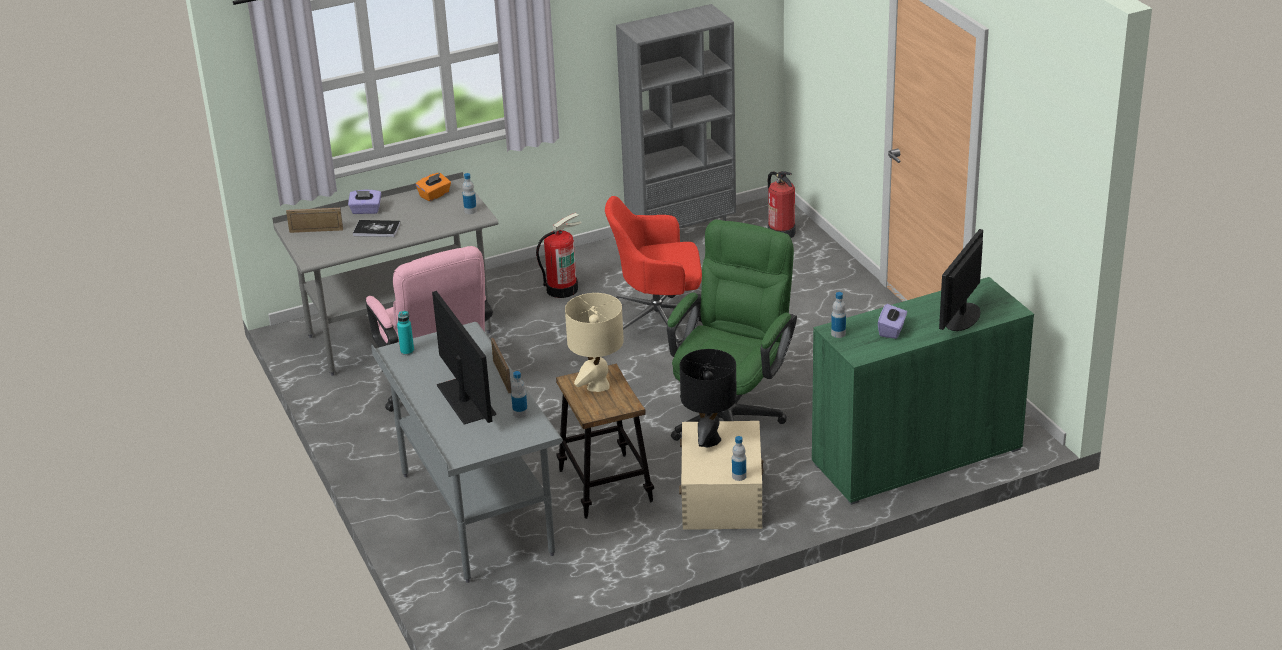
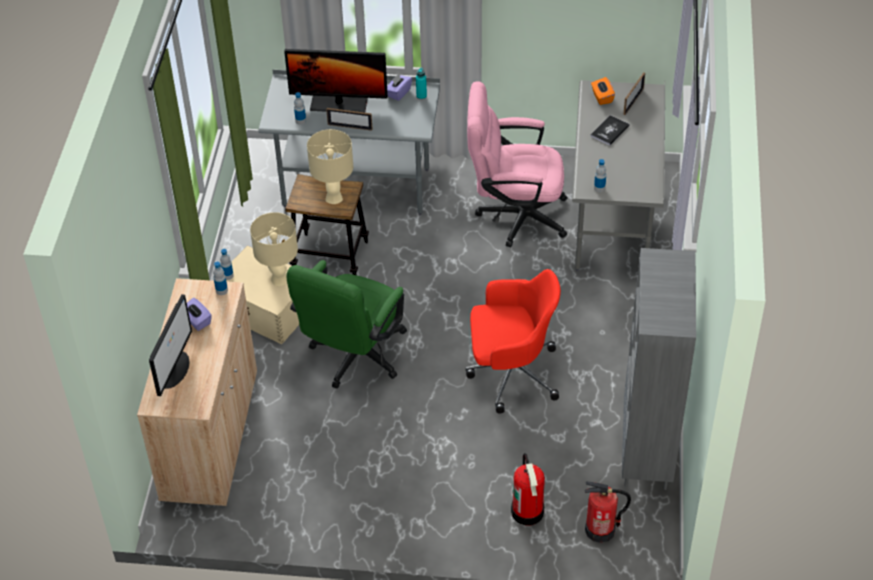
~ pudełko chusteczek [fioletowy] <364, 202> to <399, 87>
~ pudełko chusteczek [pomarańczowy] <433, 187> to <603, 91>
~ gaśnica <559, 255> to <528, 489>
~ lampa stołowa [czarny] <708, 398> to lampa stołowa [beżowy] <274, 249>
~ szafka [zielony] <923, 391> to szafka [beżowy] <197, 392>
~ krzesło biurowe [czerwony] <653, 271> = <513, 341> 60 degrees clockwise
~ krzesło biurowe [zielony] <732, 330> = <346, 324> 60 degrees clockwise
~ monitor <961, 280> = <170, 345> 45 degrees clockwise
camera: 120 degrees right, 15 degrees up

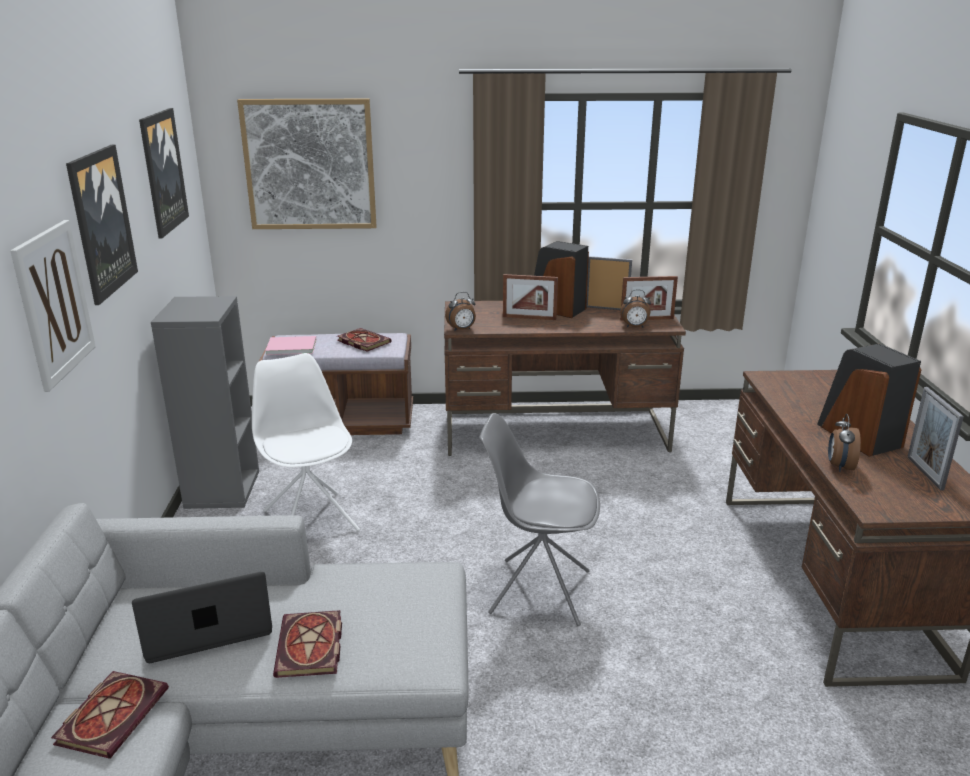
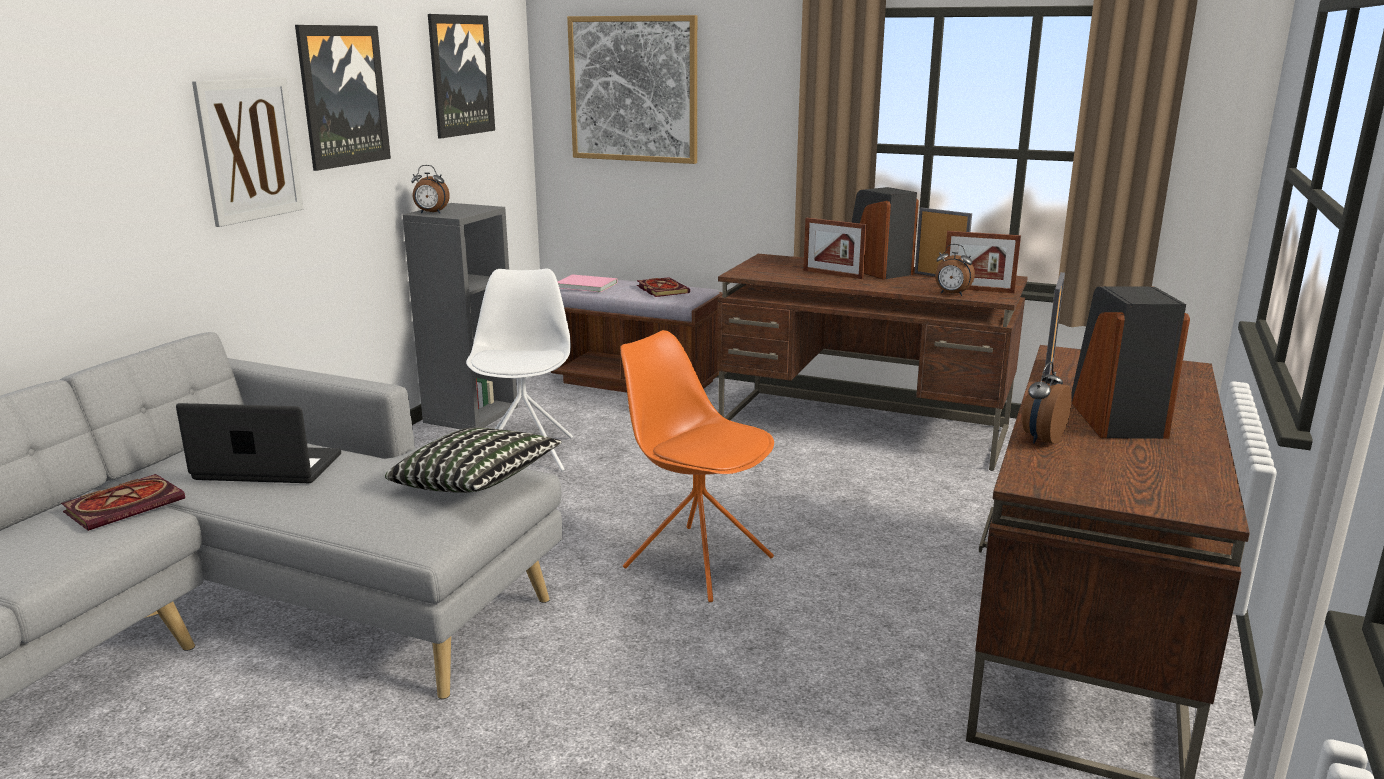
- książka <307, 644>
+ poduszka <473, 460>
~ budzik <460, 311> to <430, 189>
~ ramka na zdjęcie <935, 438> to <1054, 323>
~ krzesło [szary] <539, 519> to krzesło [pomarańczowy] <697, 466>
camera: 25 degrees right, 5 degrees down

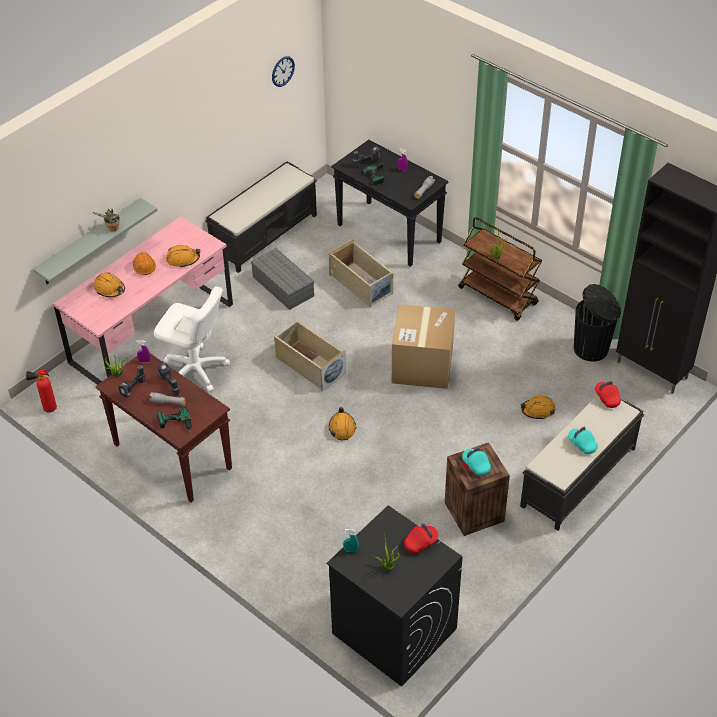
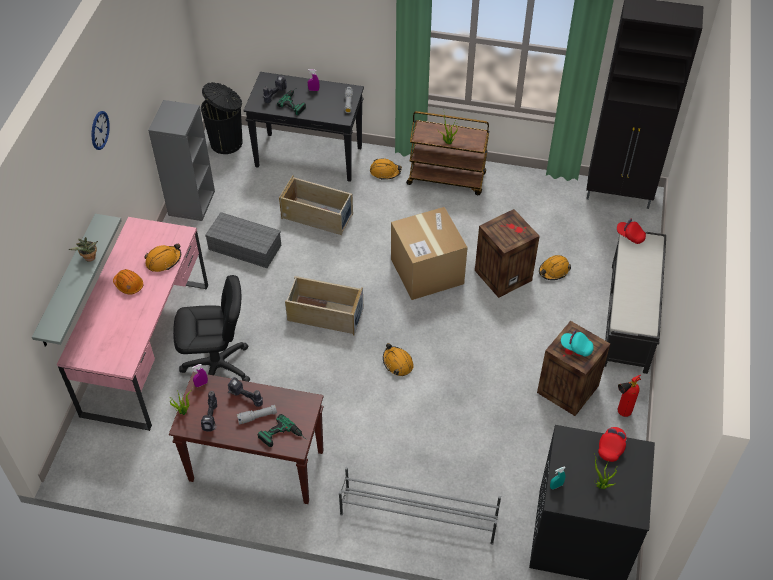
- czapka z daszkiem [turkusowy] <583, 440>
+ regał na buty [szary] <420, 506>
+ skrzynka <507, 253>
~ gaśnica <41, 391> to <629, 396>
~ kask [pomarańczowy] <109, 284> to <386, 169>
~ zegar ścienny <283, 71> to <101, 130>
~ kosz na śmieci [czarny] <597, 323> to <221, 118>
~ ławka [czarny] <261, 217> to regał [szary] <181, 160>
~ krzesło biurowe [biały] <192, 339> to krzesło biurowe [czarny] <211, 328>
camera: 30 degrees left, 5 degrees up

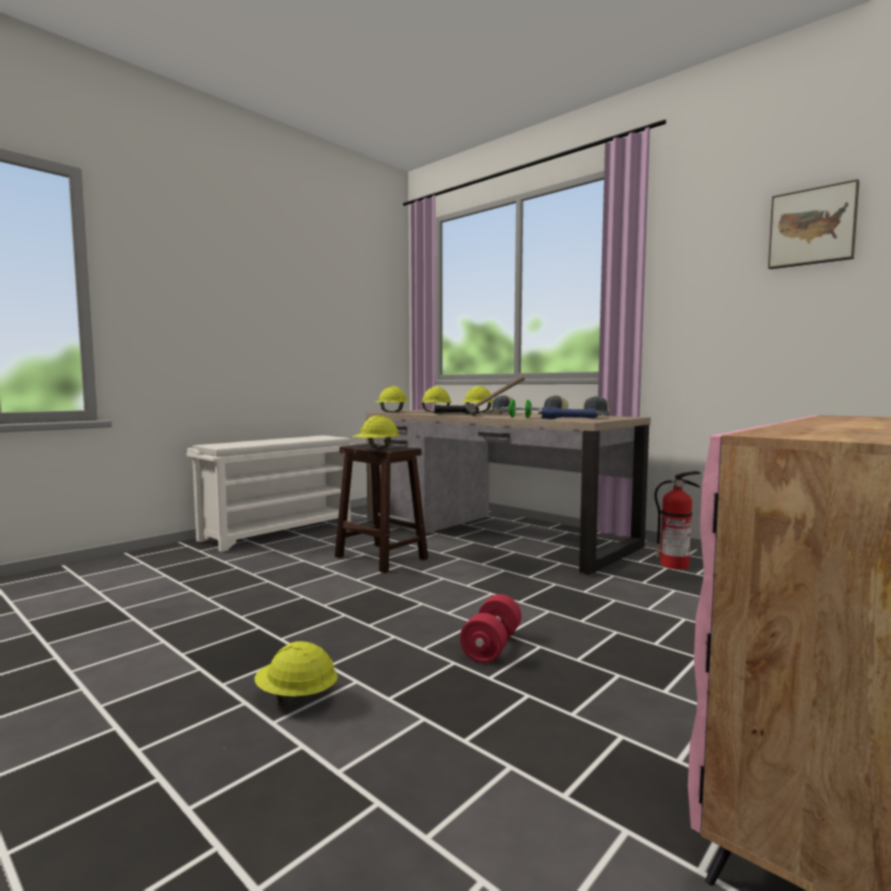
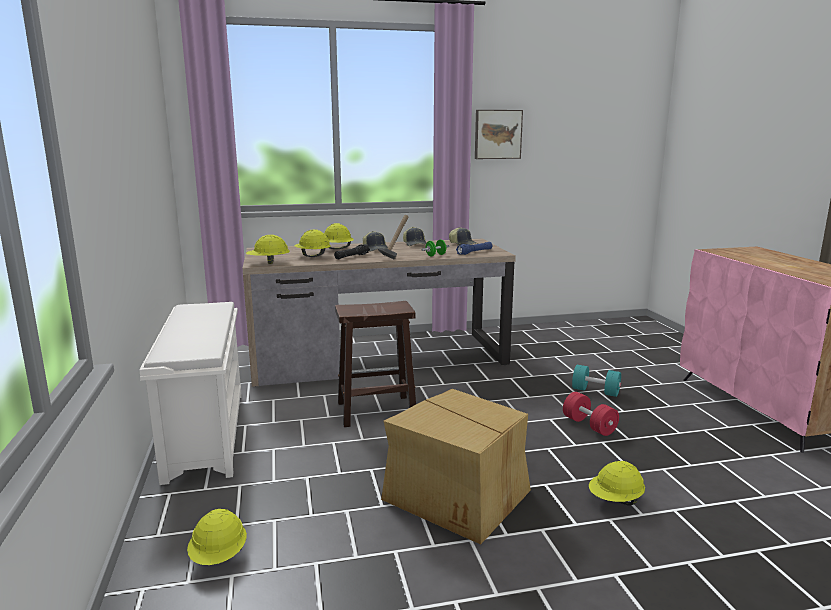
- gaśnica <677, 520>
+ karton <456, 466>
+ hantel [turkusowy] <596, 381>
~ kask [żółty] <375, 432> to <217, 537>
~ obraz <813, 224> to <499, 134>
camera: 55 degrees left, 10 degrees up

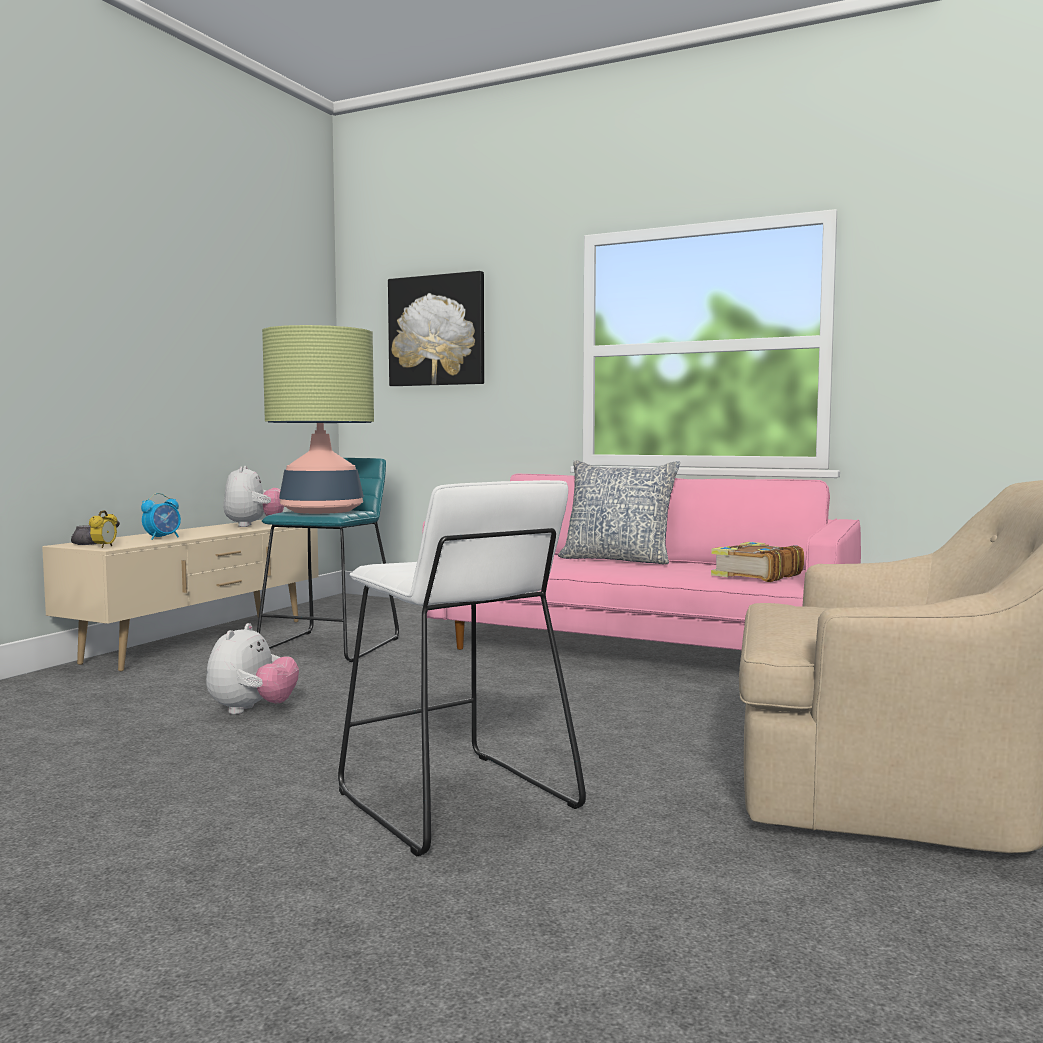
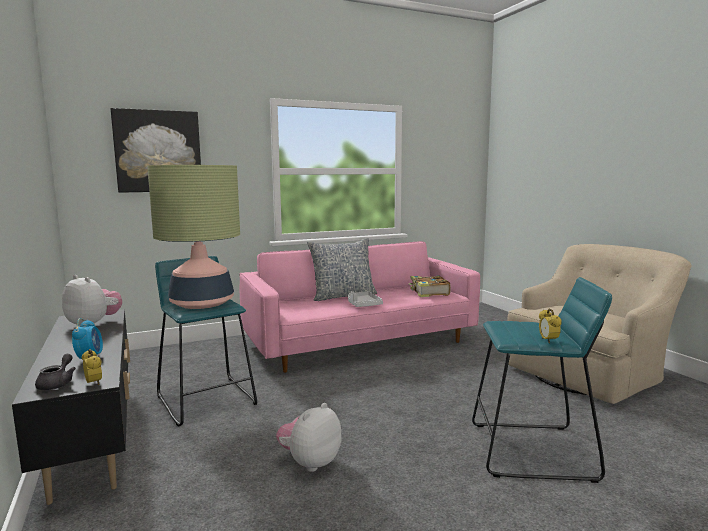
+ taca [szary] <365, 299>
+ budzik <550, 326>
~ szafka pod telewizor [beżowy] <180, 595> to szafka pod telewizor [czarny] <71, 407>
~ stołek [biały] <462, 668> to stołek [turkusowy] <542, 380>
~ pluszak <252, 668> = <308, 437> 105 degrees counterclockwise
camera: 50 degrees left, 5 degrees up

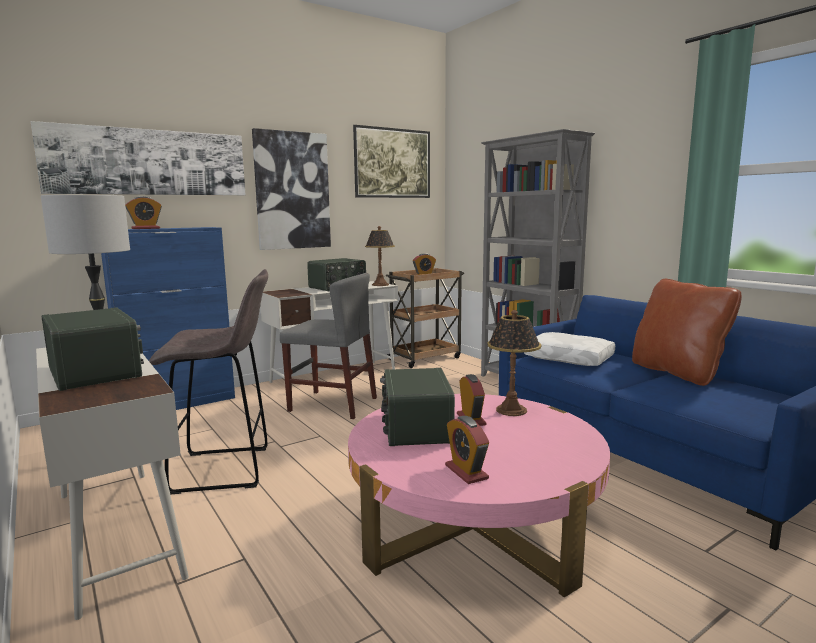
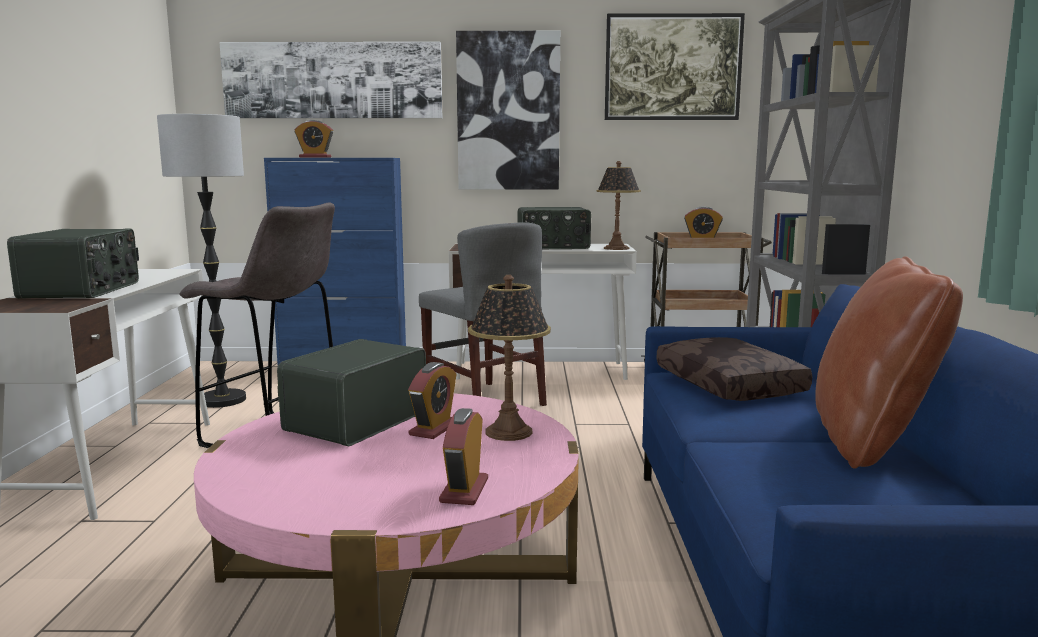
~ budzik <467, 450> to <463, 456>
~ poduszka [biały] <569, 349> to poduszka [brązowy] <734, 369>
camera: 35 degrees right, 0 degrees up

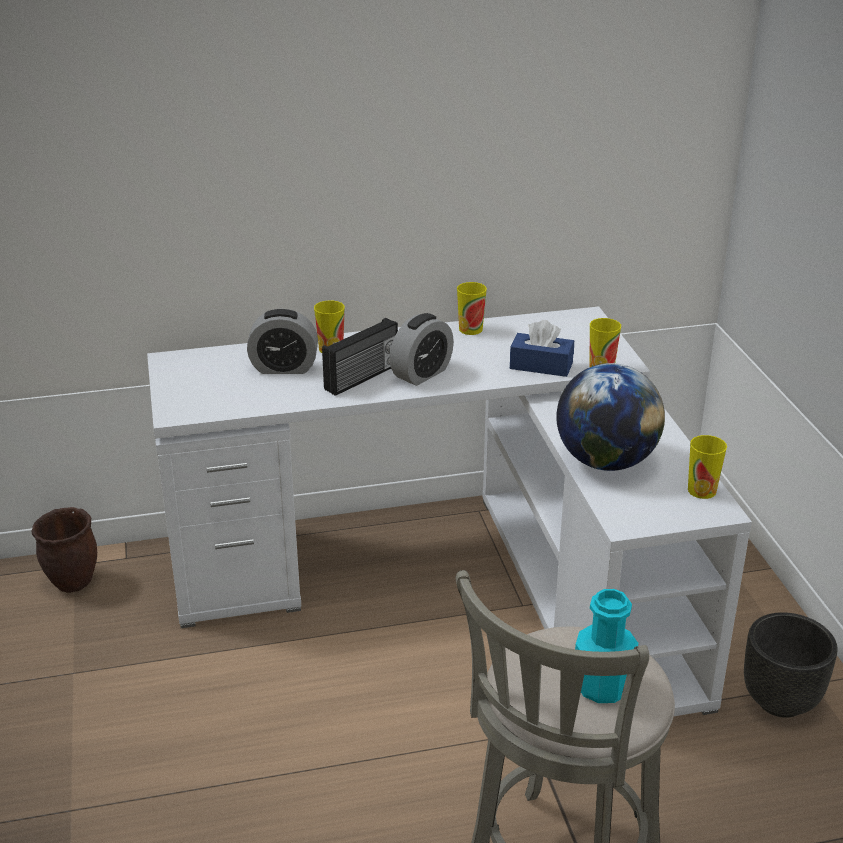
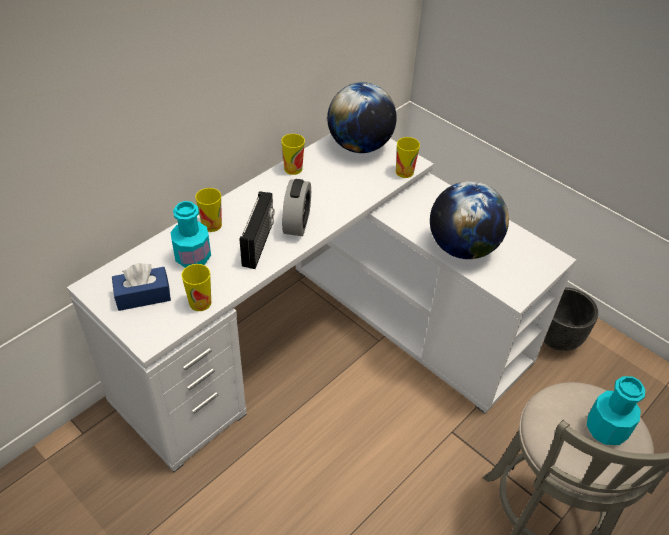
- donica [brązowy] <64, 550>
+ globus <362, 117>
~ pudełko chusteczek [niebieski] <542, 348> to <141, 287>
~ filiżanka <707, 467> to <196, 287>
~ budzik <282, 341> to butelka [turkusowy] <190, 234>
camera: 35 degrees left, 15 degrees up

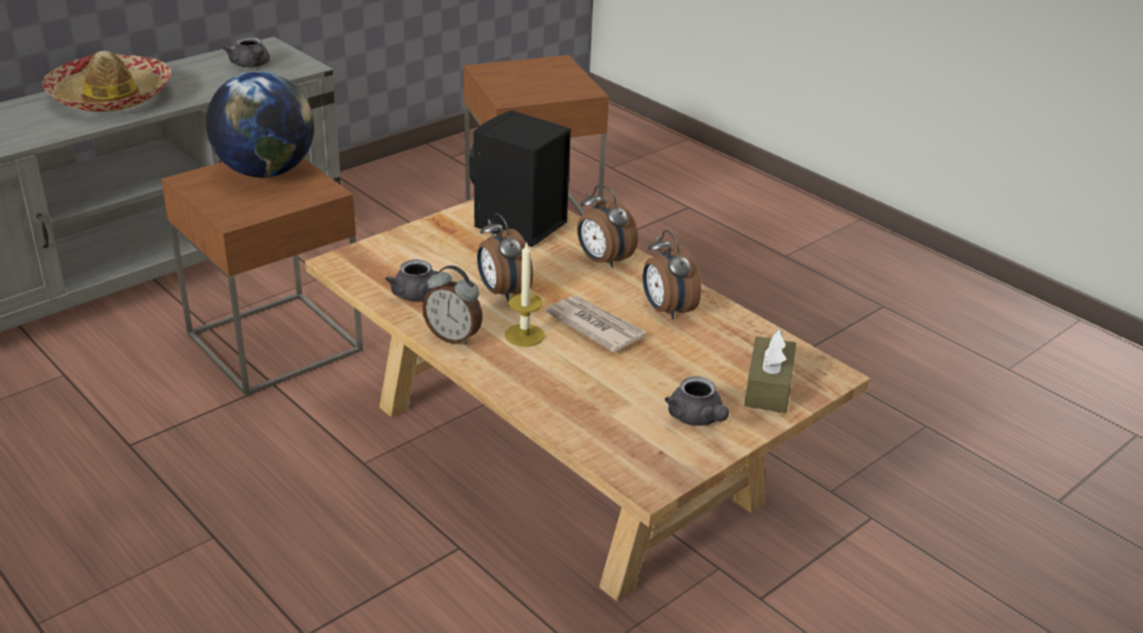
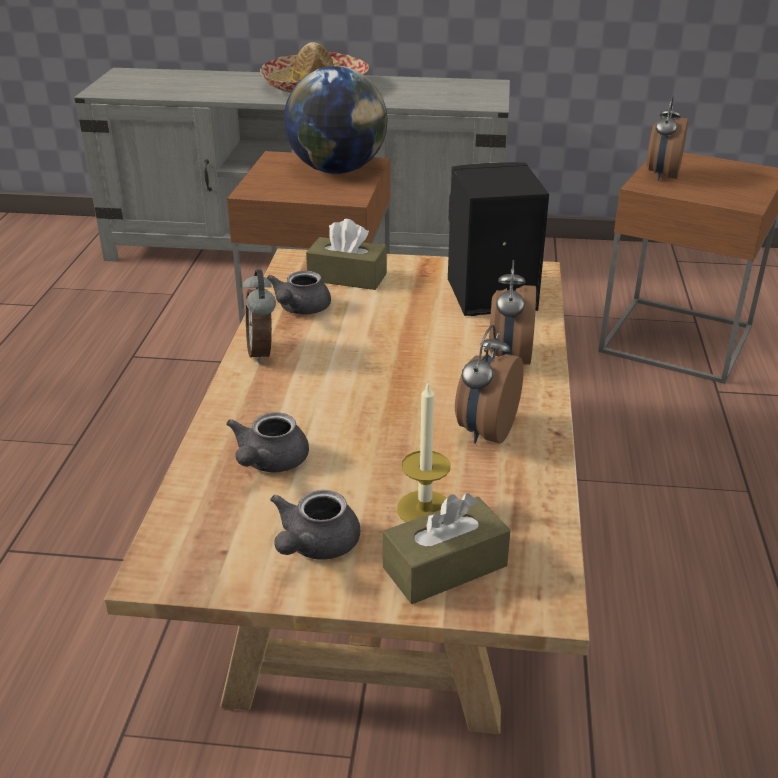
- gazeta <595, 323>
+ pudełko chusteczek [brązowy] <346, 254>
~ imbryk [szary] <246, 52> to <267, 442>
~ budzik <505, 257> to <667, 138>
~ świeca <525, 294> to <423, 452>
camera: 50 degrees right, 0 degrees up

